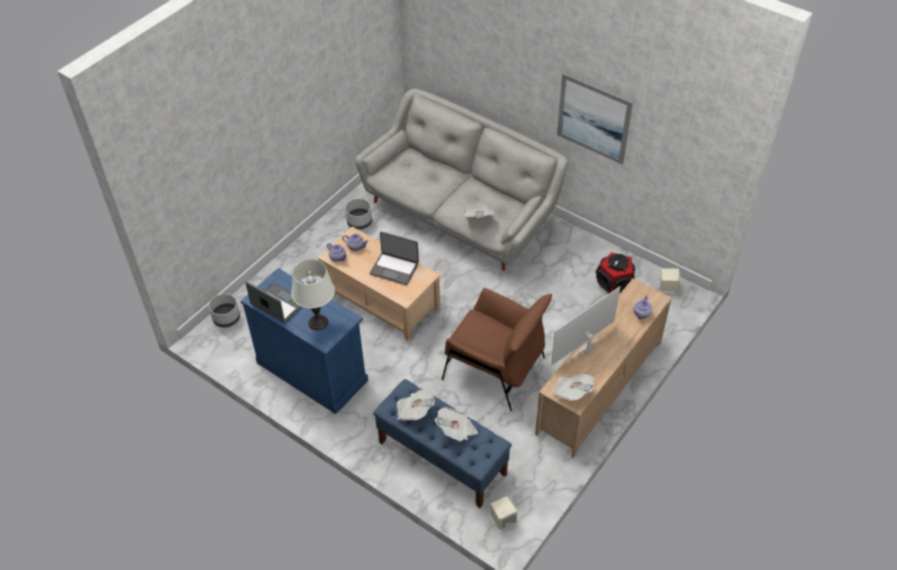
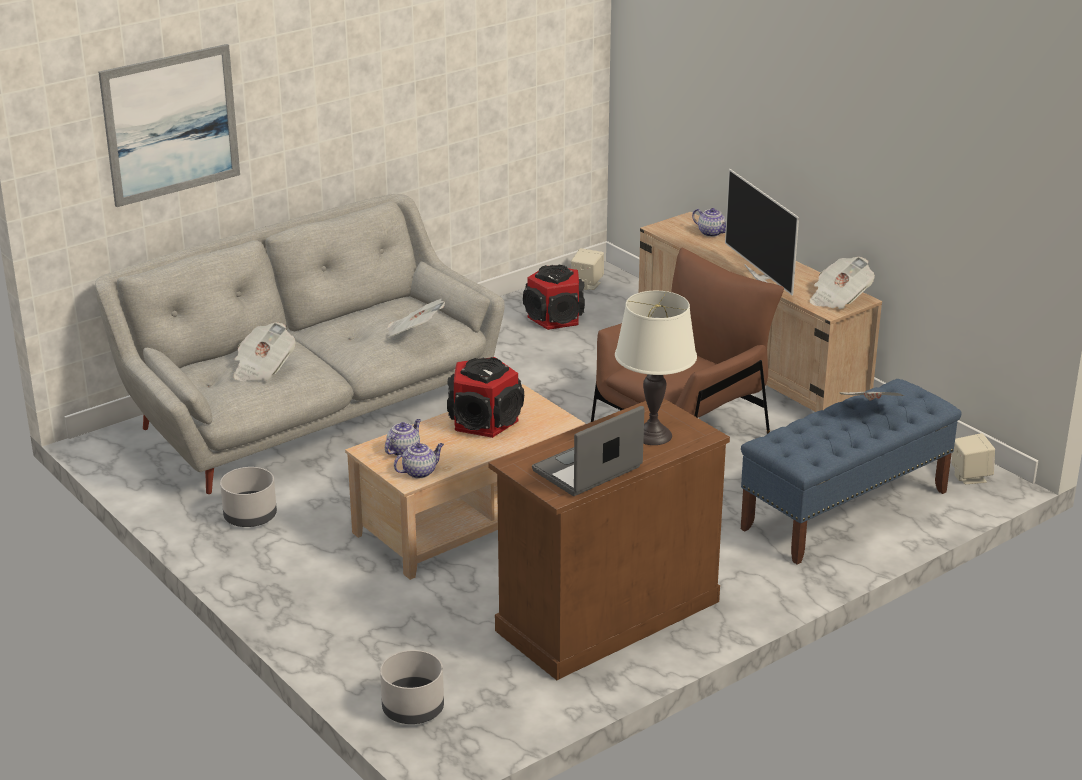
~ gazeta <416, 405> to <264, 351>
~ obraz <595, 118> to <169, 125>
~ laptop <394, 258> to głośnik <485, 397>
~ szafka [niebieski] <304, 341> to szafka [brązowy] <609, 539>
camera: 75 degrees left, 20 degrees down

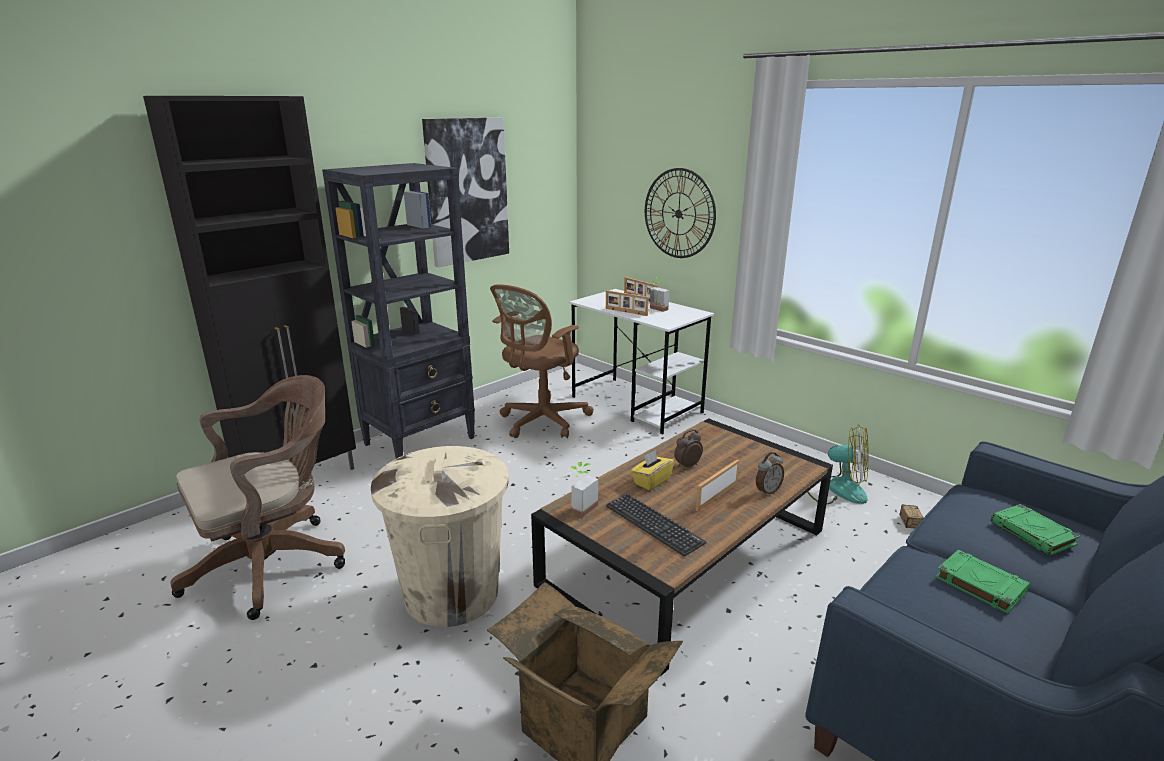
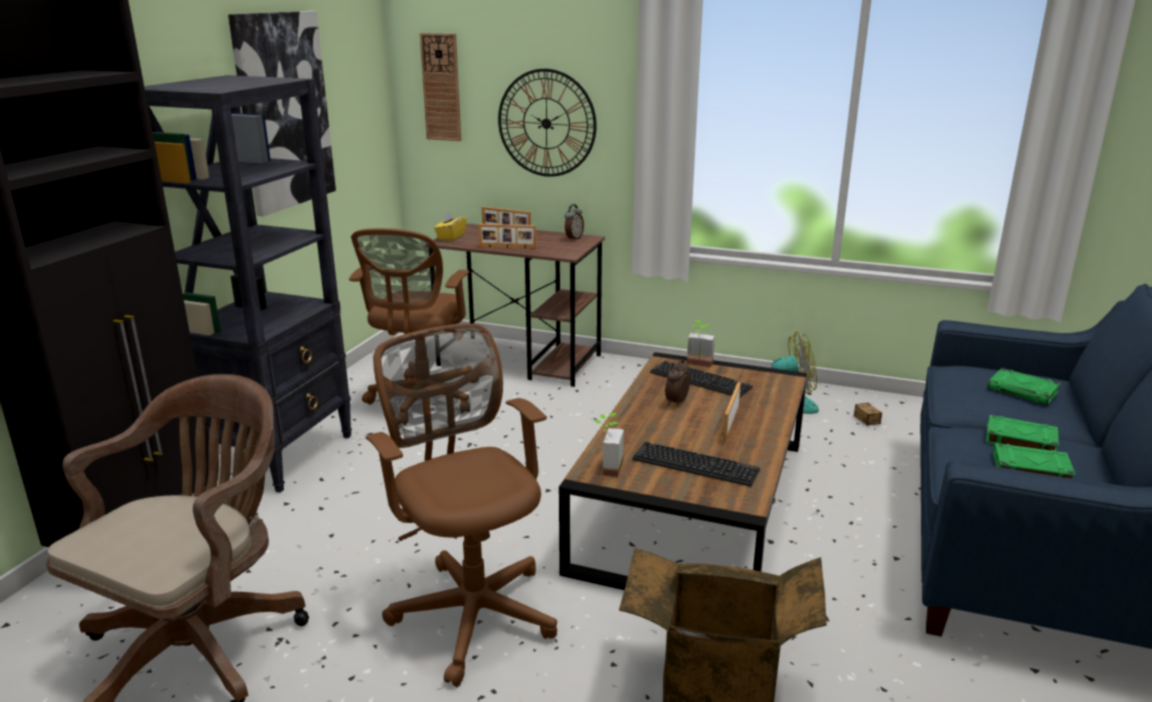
+ zegar ścienny <440, 87>
+ klawiatura <701, 379>
+ książka [zielony] <1034, 460>
~ pudełko chusteczek [żółty] <652, 470> to <450, 226>
~ roślina doniczkowa <659, 294> to <701, 343>
~ budzik <770, 473> to <574, 222>
~ kosz na śmieci [beżowy] <440, 536> to krzesło biurowe [brązowy] <461, 504>
~ biurko [biały] <641, 361> to biurko [brązowy] <518, 305>
camera: 25 degrees left, 0 degrees up

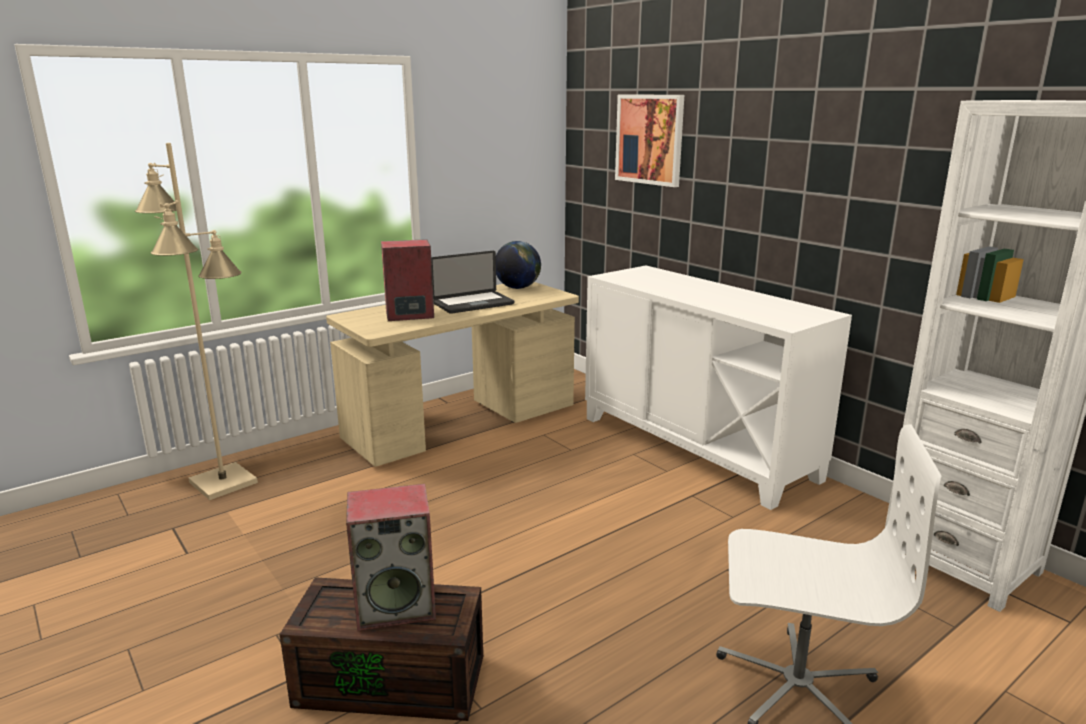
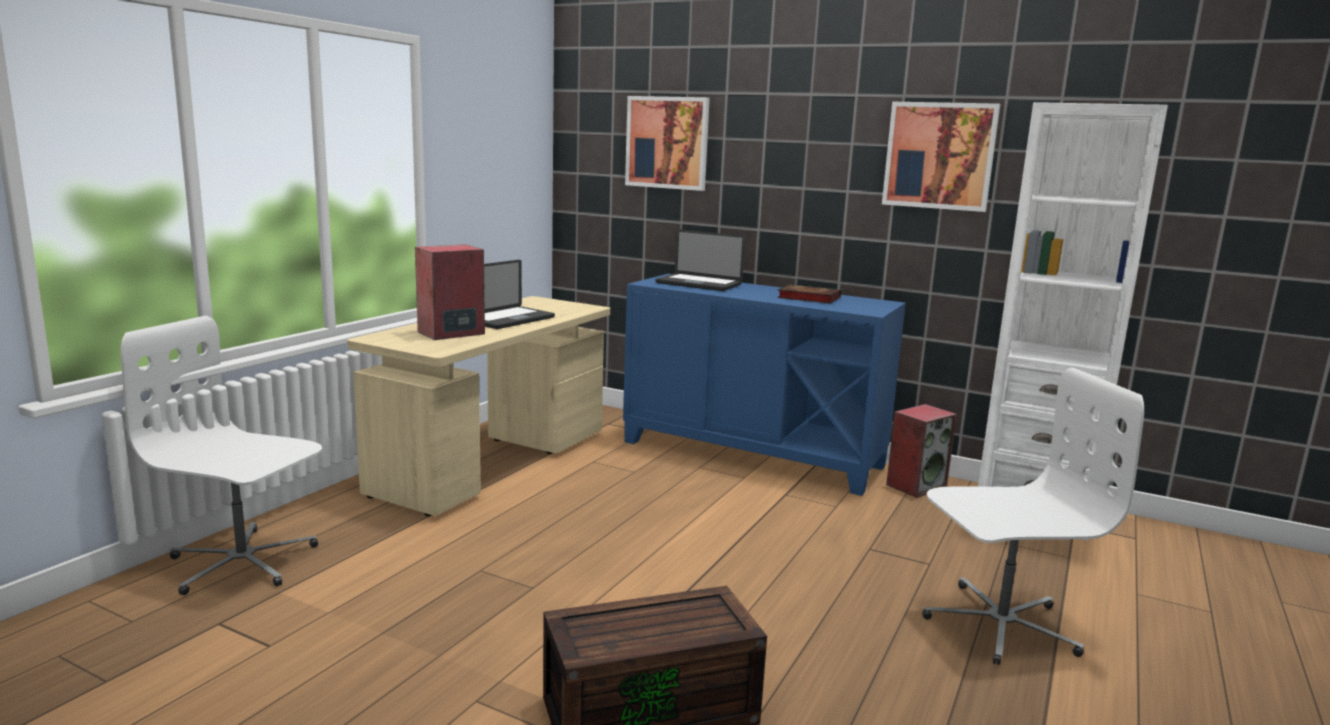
- globus <518, 265>
+ laptop <700, 260>
+ książka <809, 294>
+ obraz <941, 157>
~ głośnik <391, 557> to <921, 451>
~ lampa stojąca [beżowy] <196, 321> to krzesło biurowe [biały] <221, 455>
~ szafka [biały] <718, 388> to szafka [niebieski] <764, 385>
camera: 25 degrees left, 5 degrees down

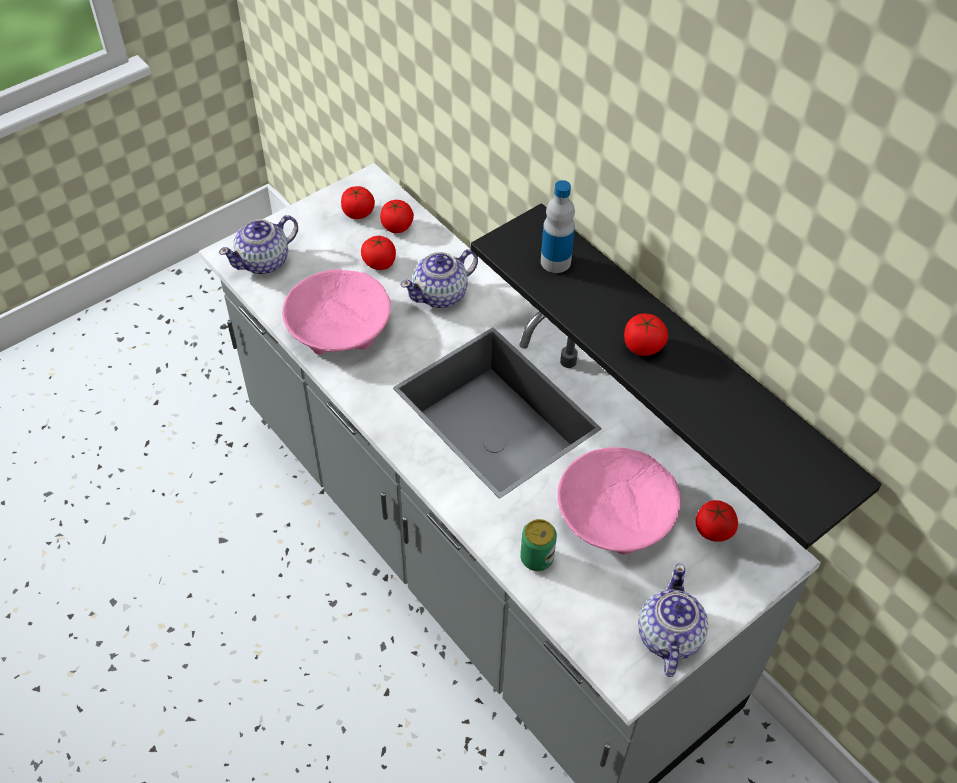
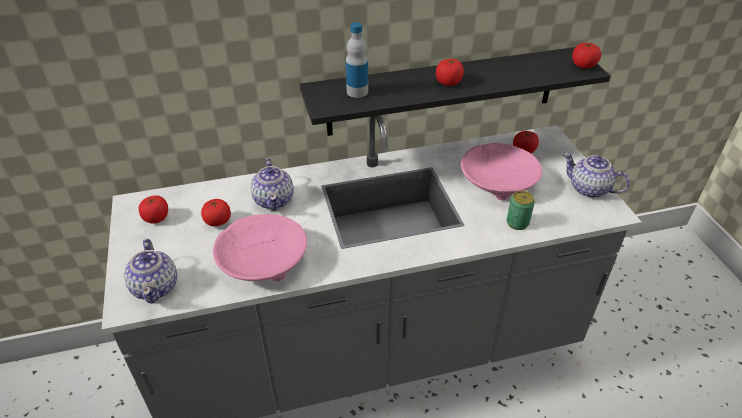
~ pomidor <397, 216> to <586, 56>
camera: 65 degrees left, 10 degrees down

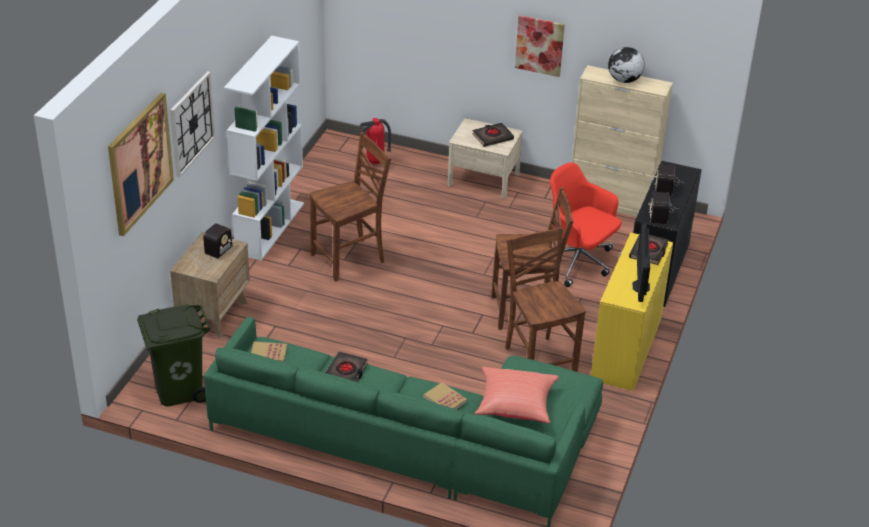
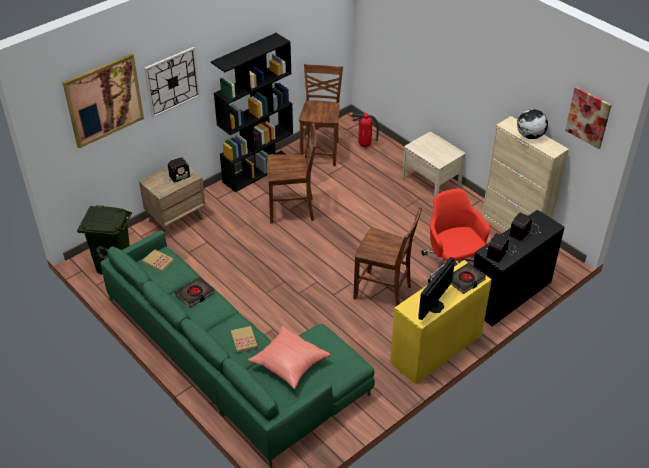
- książka [czarny] <493, 135>
~ krzesło [brązowy] <545, 299> to <321, 115>
~ obraz <540, 46> to <588, 117>
~ regał [biały] <264, 148> to regał [czarny] <252, 112>
camera: 30 degrees right, 5 degrees up

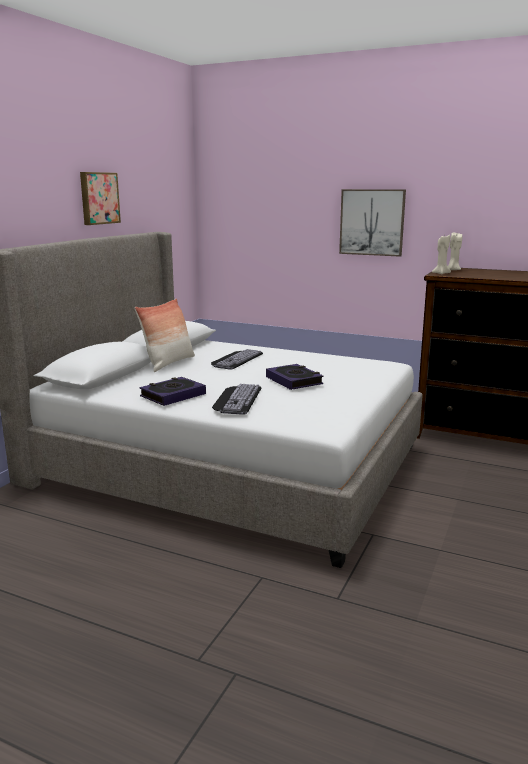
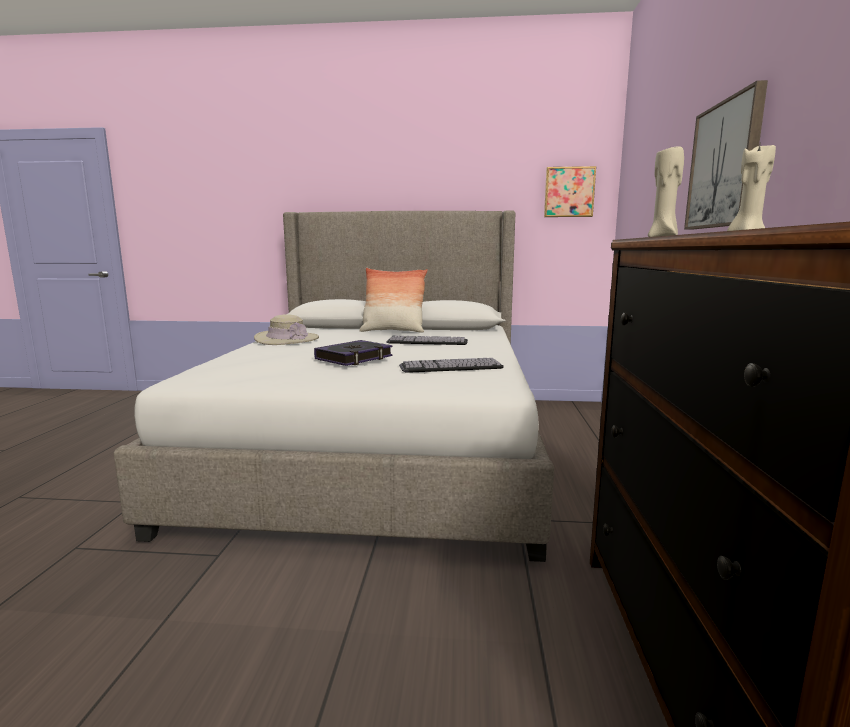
~ obraz <100, 198> to <570, 191>
~ klawiatura <236, 399> to <451, 365>
~ książka <172, 391> to kapelusz [beżowy] <286, 329>
camera: 70 degrees right, 5 degrees down

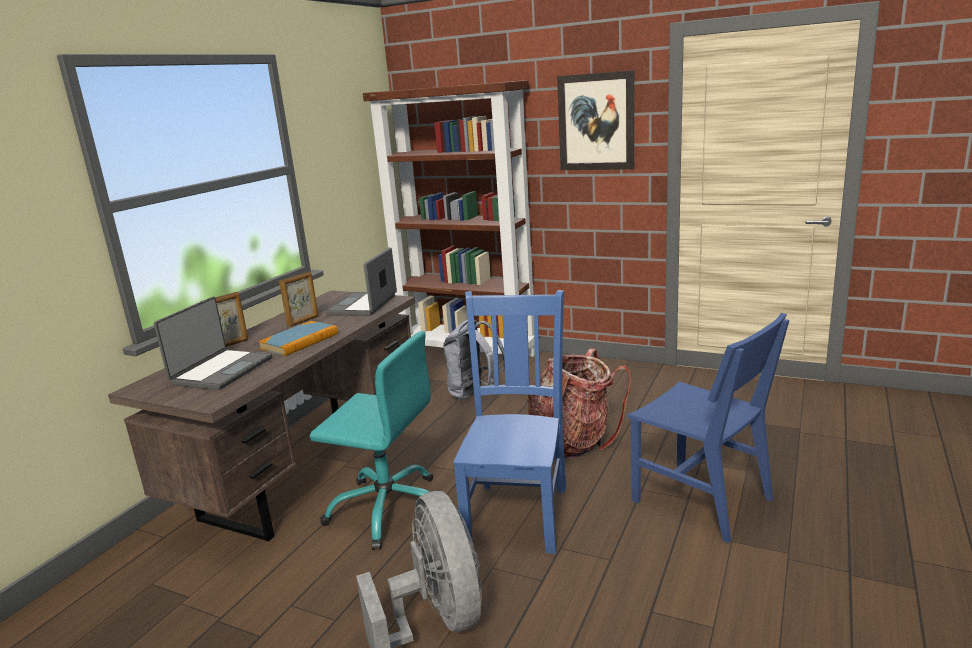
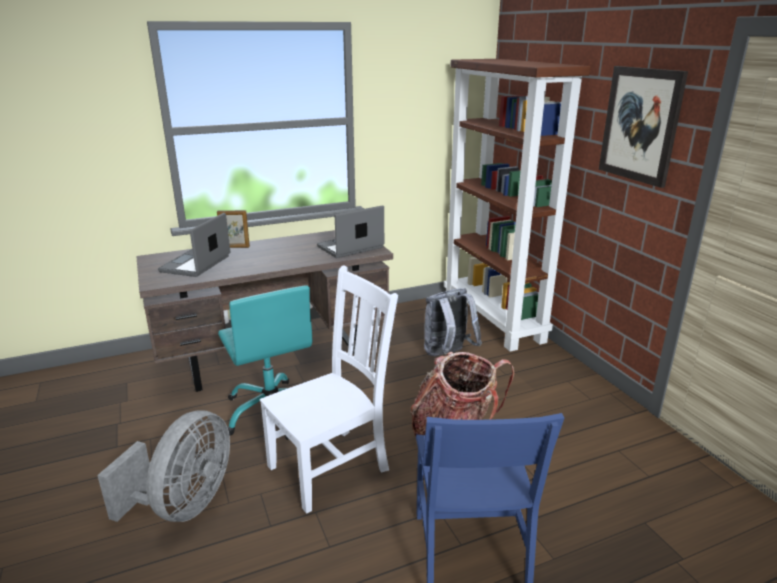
- książka <298, 338>
- ramka na zdjęcie <299, 299>
~ krzesło [niebieski] <509, 422> to krzesło [biały] <329, 389>
~ laptop <213, 343> = <194, 245> 135 degrees clockwise
camera: 40 degrees right, 5 degrees up

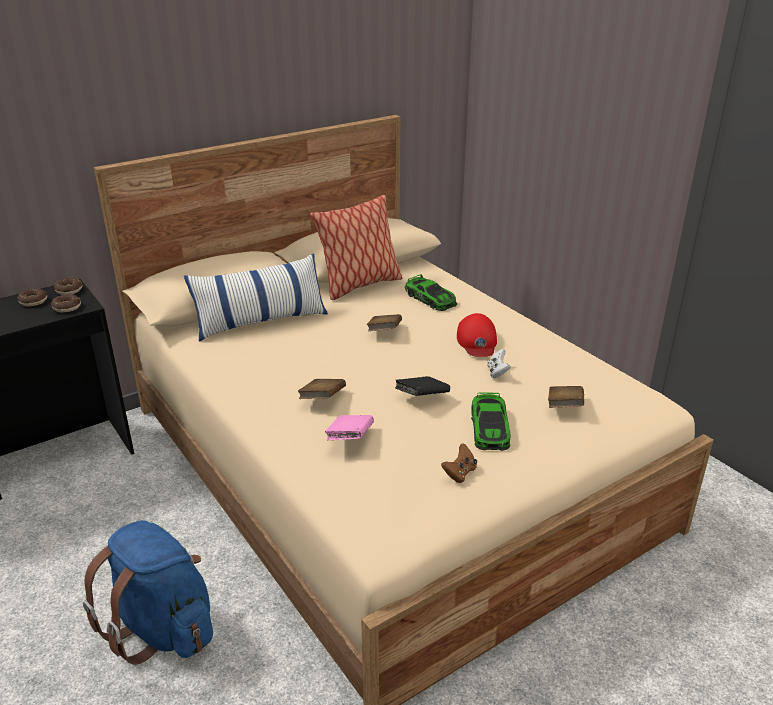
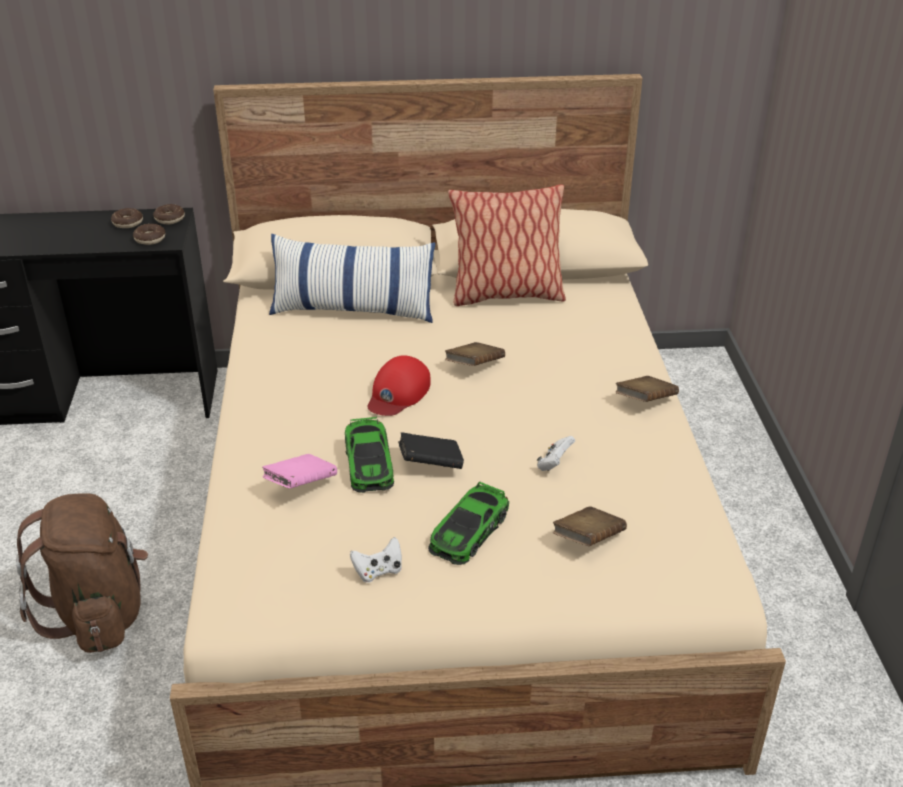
~ książka [brązowy] <322, 389> to <647, 389>
~ samochodzik <431, 292> to <369, 455>
~ czapka z daszkiem [czerwony] <477, 335> to <399, 385>
~ plecak [niebieski] <148, 592> to plecak [brązowy] <82, 573>
~ pad do gier [brązowy] <459, 463> to pad do gier [biały] <376, 560>
camera: 30 degrees right, 5 degrees up

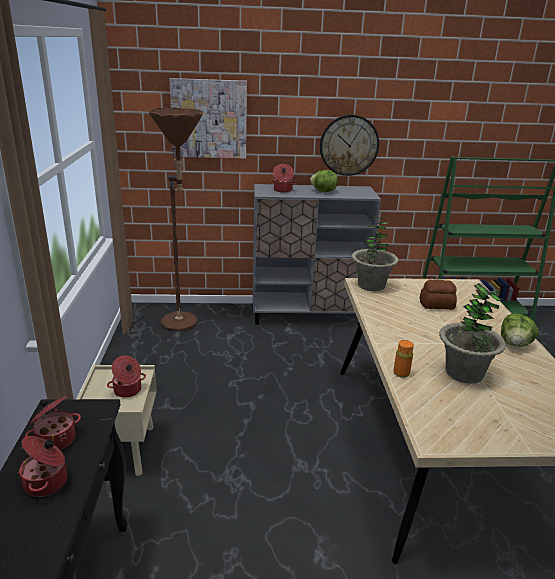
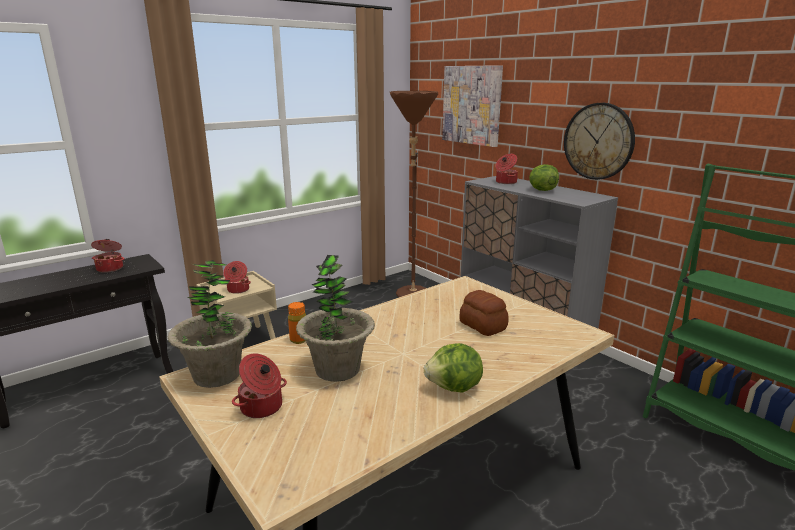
~ garnek <42, 466> to <259, 385>
~ roślina doniczkowa <375, 254> to <210, 324>
camera: 55 degrees right, 5 degrees down

